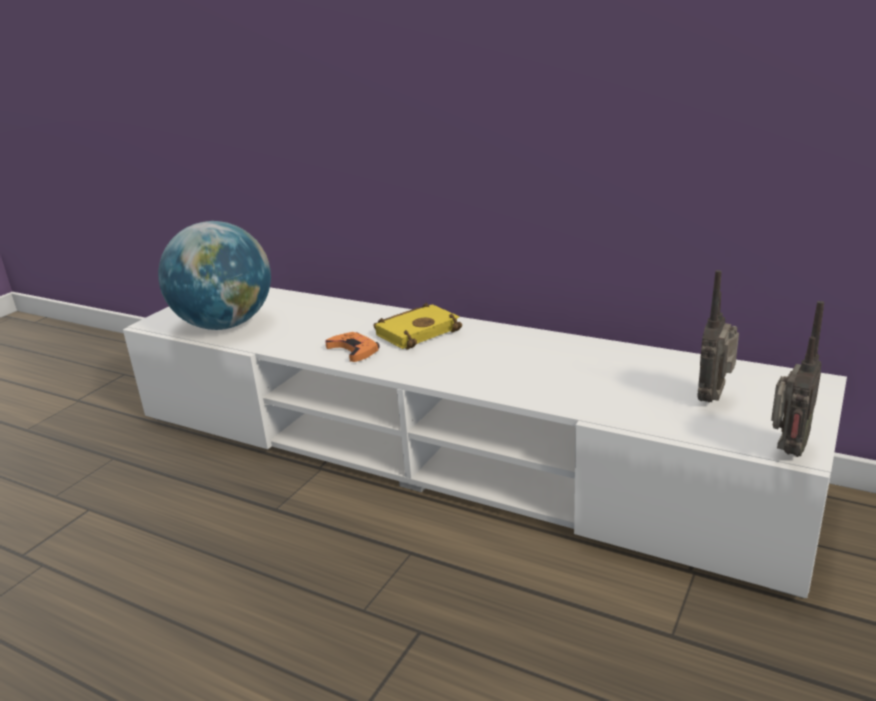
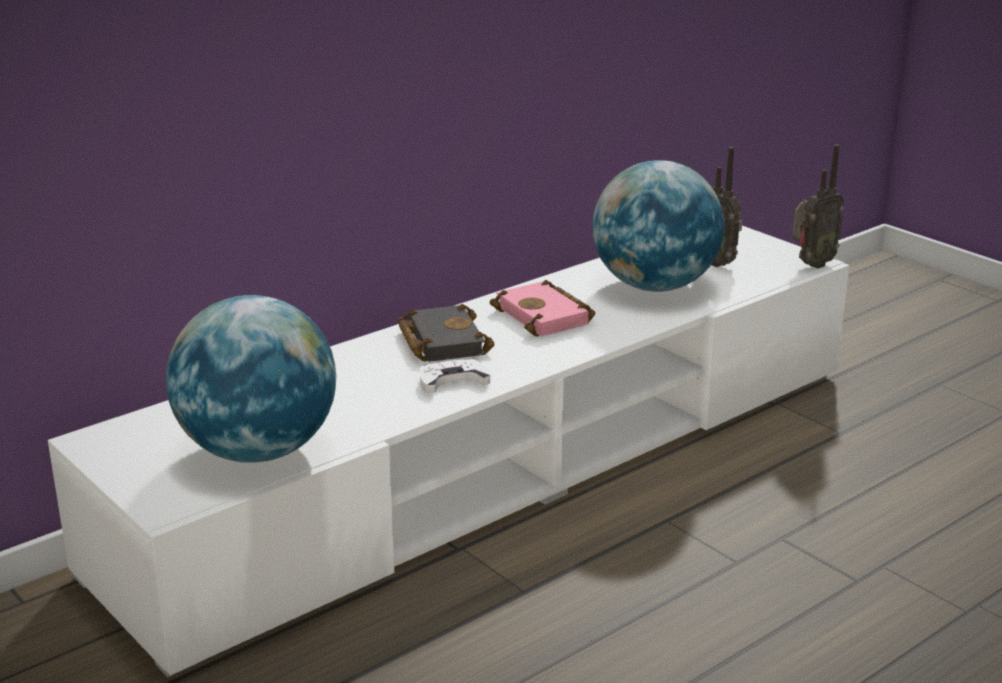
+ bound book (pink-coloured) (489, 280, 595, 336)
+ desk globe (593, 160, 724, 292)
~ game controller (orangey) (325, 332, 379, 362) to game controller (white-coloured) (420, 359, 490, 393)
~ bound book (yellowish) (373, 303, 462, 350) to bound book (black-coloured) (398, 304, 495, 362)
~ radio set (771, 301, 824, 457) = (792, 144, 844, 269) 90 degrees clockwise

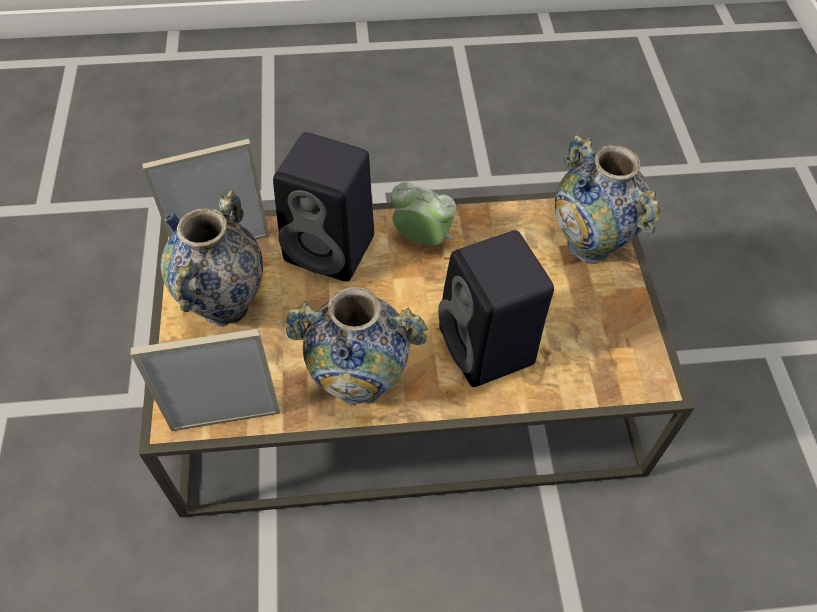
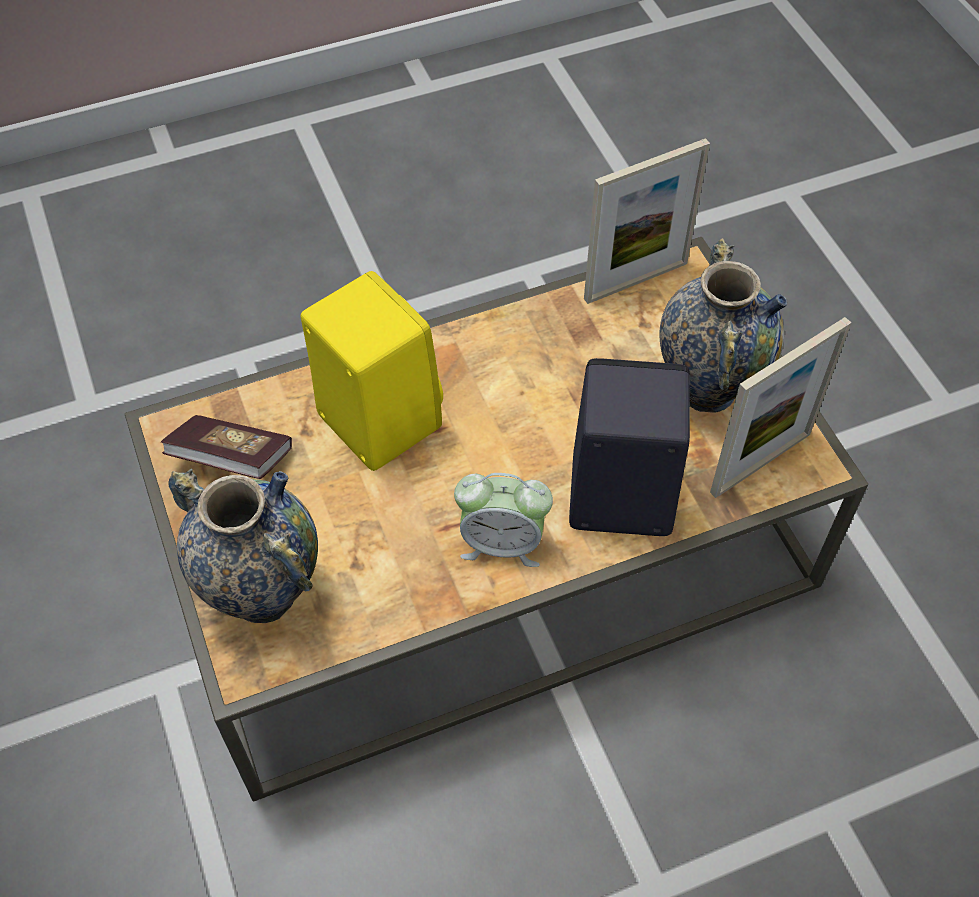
- decorative vase (284, 287, 428, 405)
+ bound book (161, 415, 292, 479)
~ loudspeaker (black-coloured) (438, 230, 554, 387) to loudspeaker (yellowish) (301, 271, 443, 471)

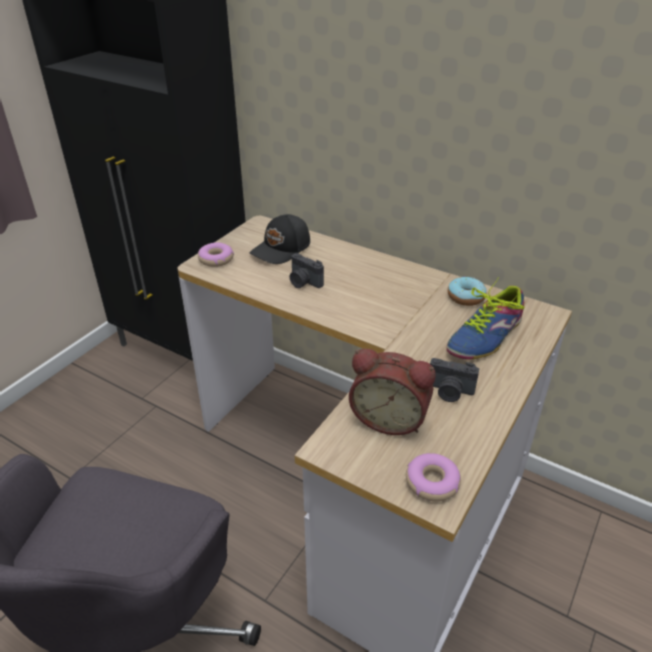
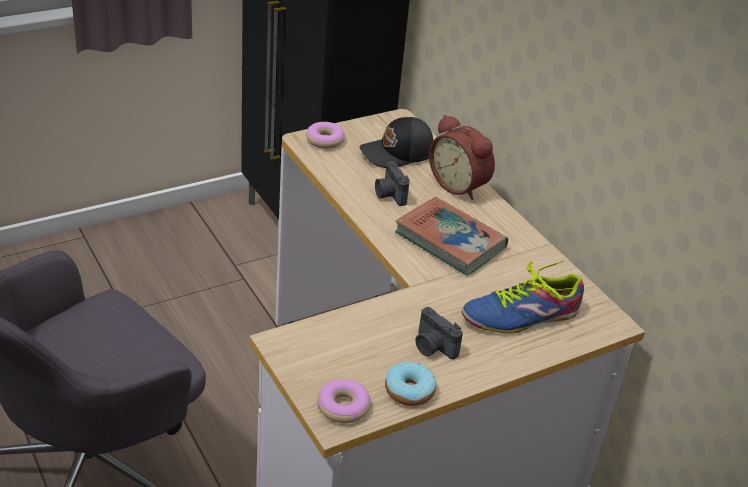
+ bound book (395, 197, 508, 276)
~ table clock (349, 349, 436, 435) to (429, 115, 495, 200)
~ doughnut (448, 276, 487, 306) to (385, 362, 436, 406)

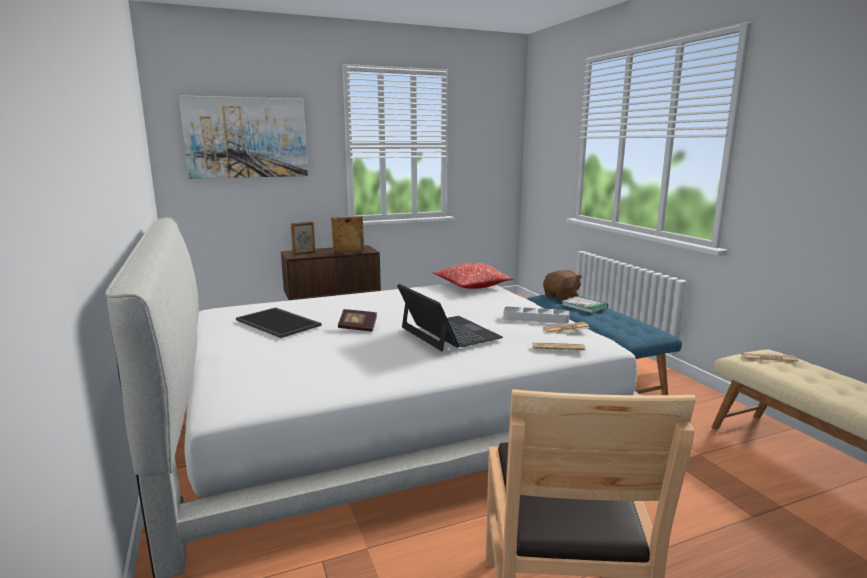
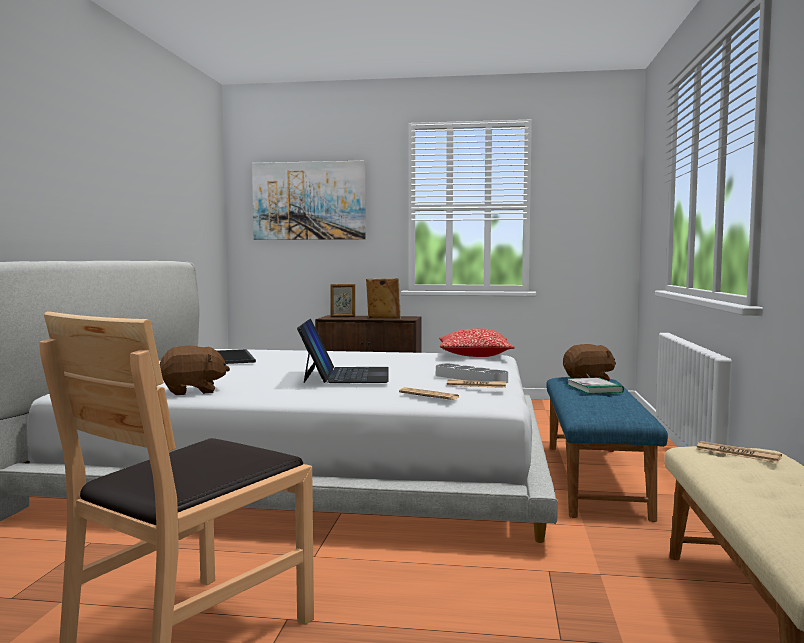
- bound book (338, 309, 377, 332)
+ plush toy (brown-coloured) (160, 345, 230, 395)

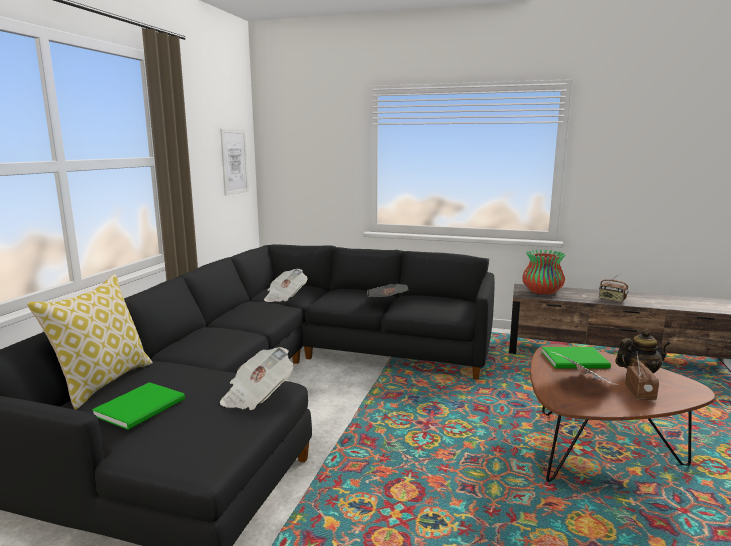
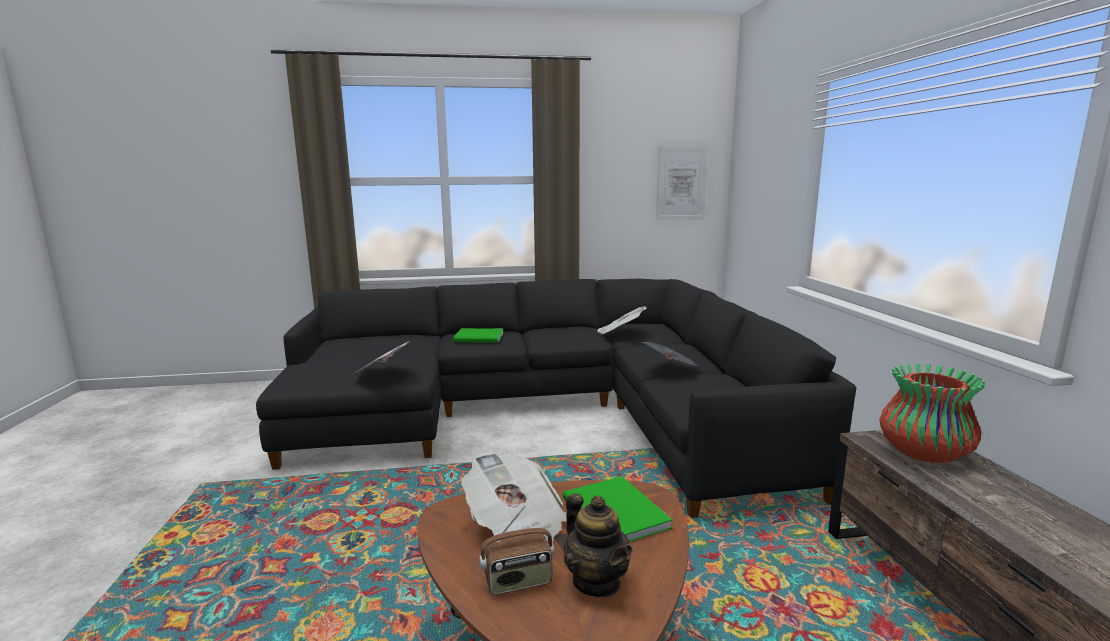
- cushion (27, 274, 153, 410)
- radio set (599, 273, 629, 302)
~ bound book (green-coloured) (92, 382, 185, 430) to (453, 328, 503, 342)

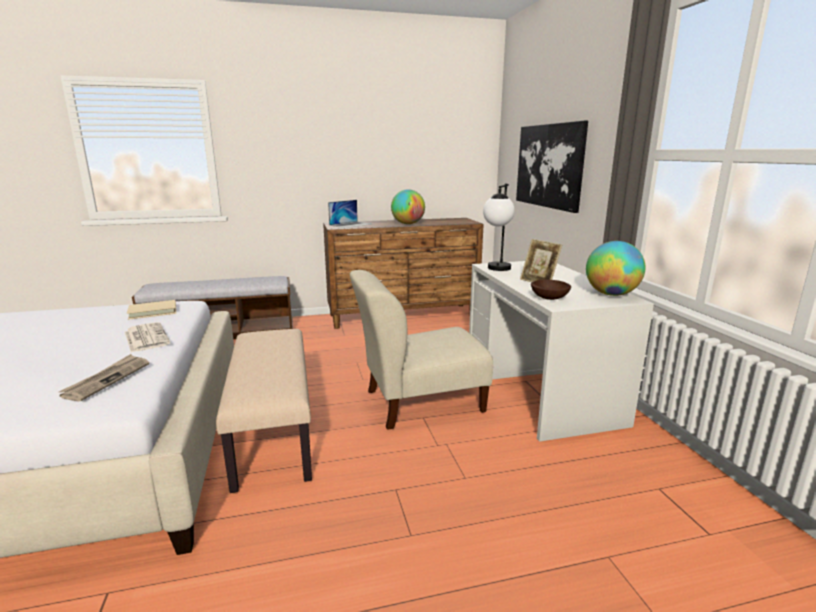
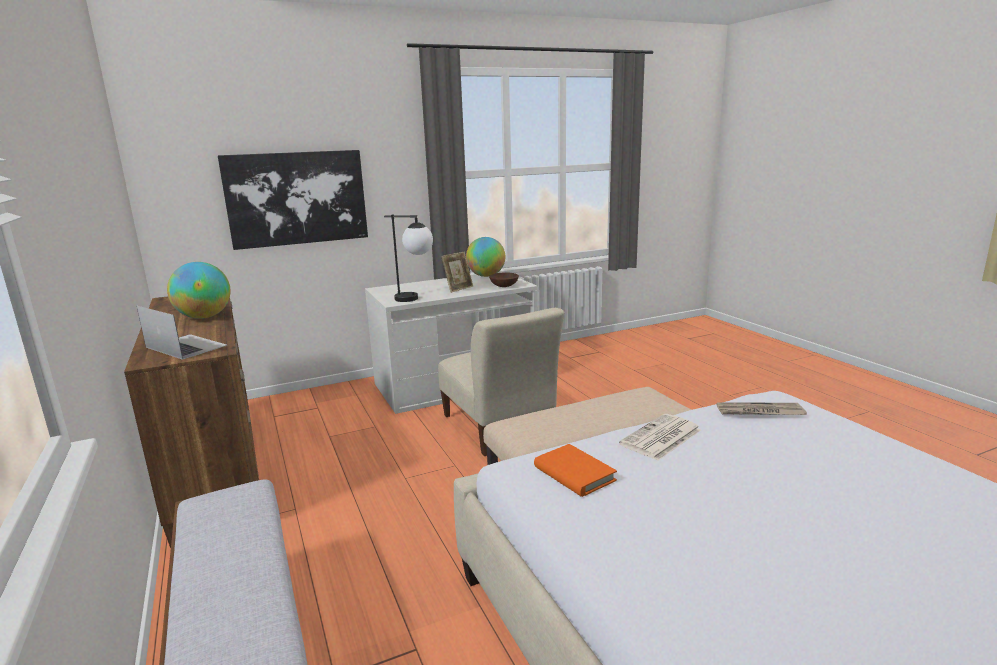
~ bound book (beige) (127, 300, 176, 320) to bound book (orangey) (534, 444, 617, 497)

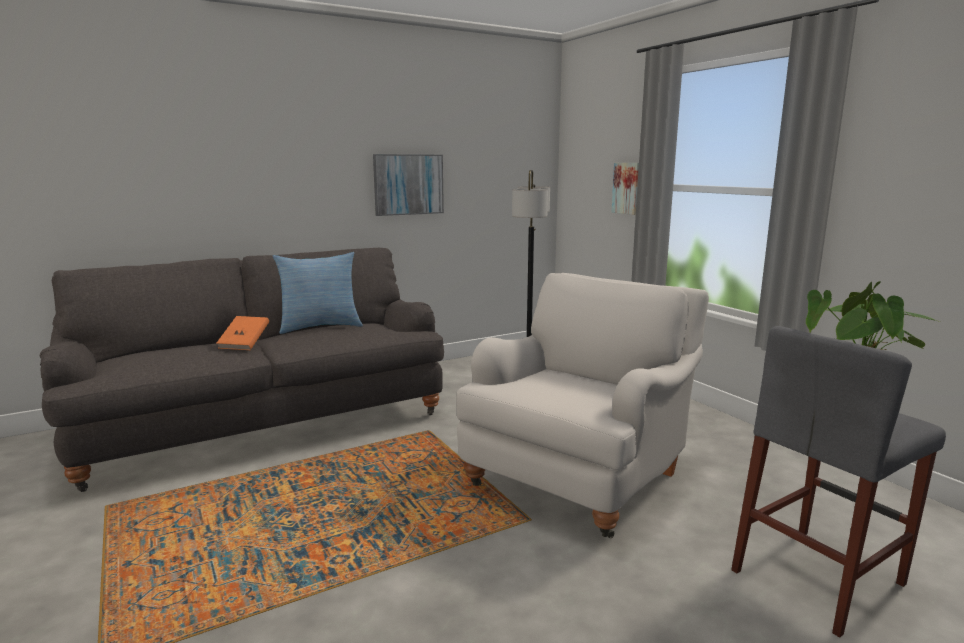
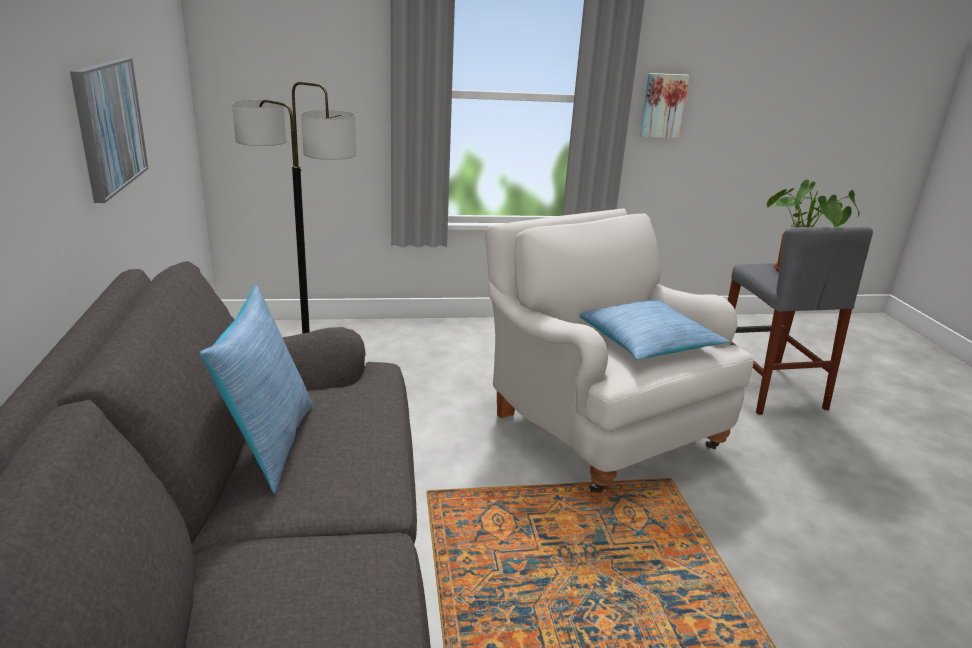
- bound book (orangey) (216, 316, 269, 350)
+ cushion (579, 300, 730, 360)
~ wall picture (612, 163, 639, 215) to (640, 73, 689, 138)

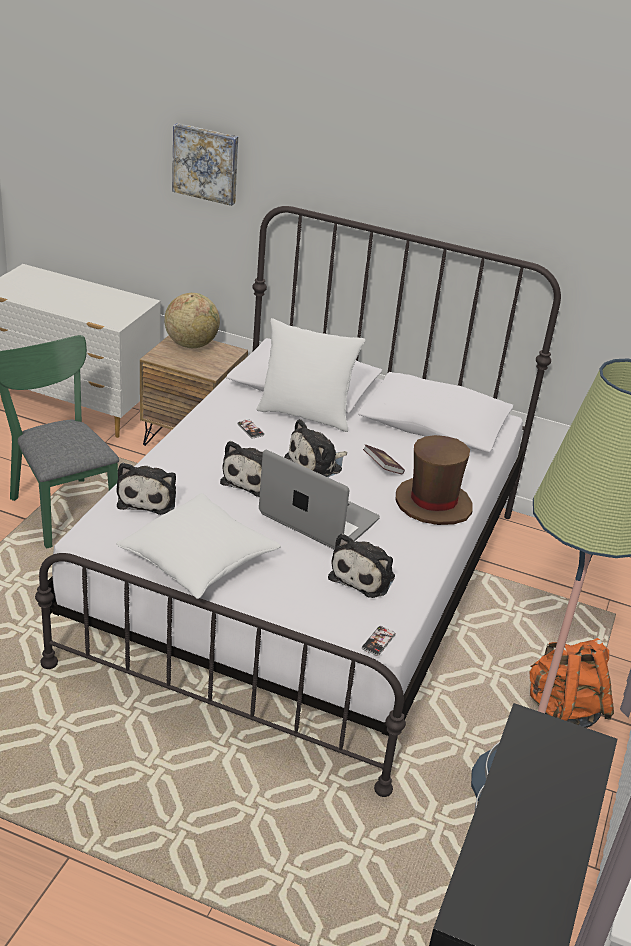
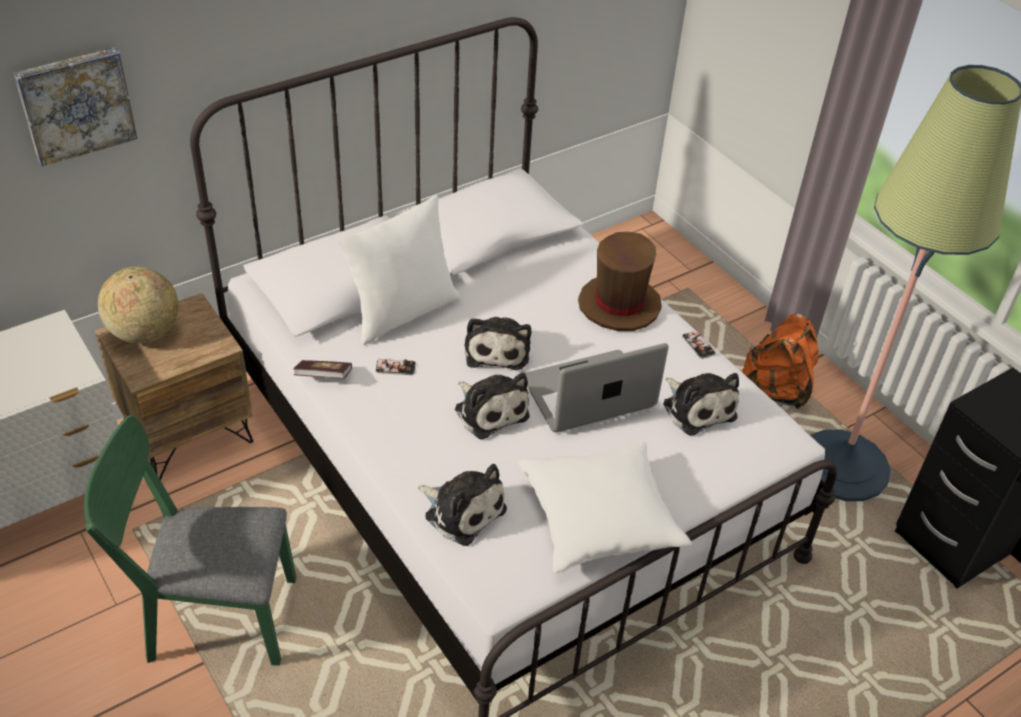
~ telephone (362, 626, 396, 656) to (682, 330, 716, 359)
~ bound book (363, 445, 405, 475) to (293, 360, 352, 379)

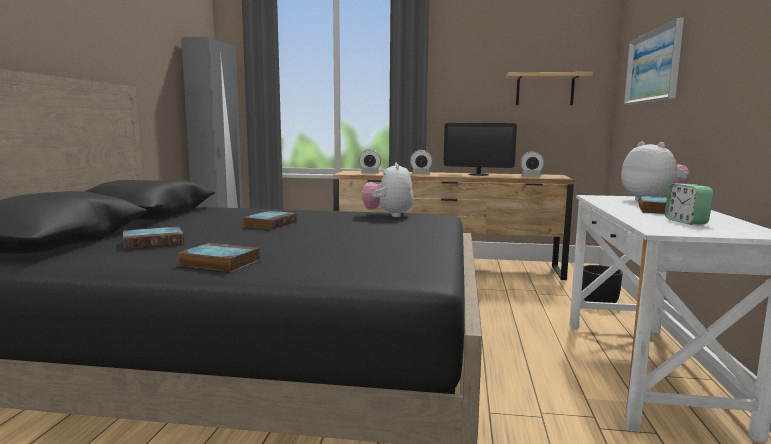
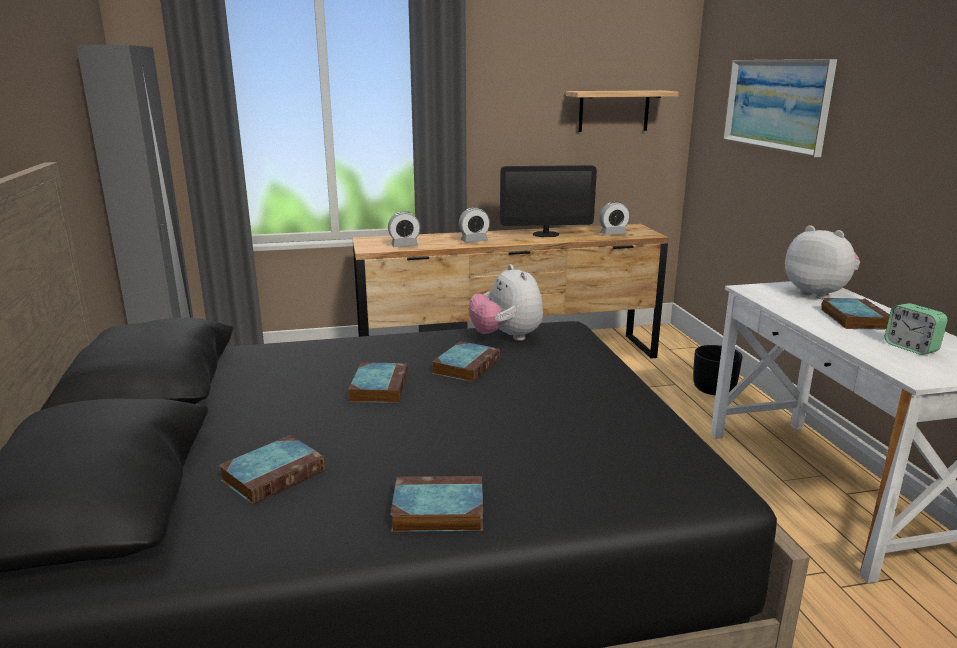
+ bound book (432, 341, 500, 382)

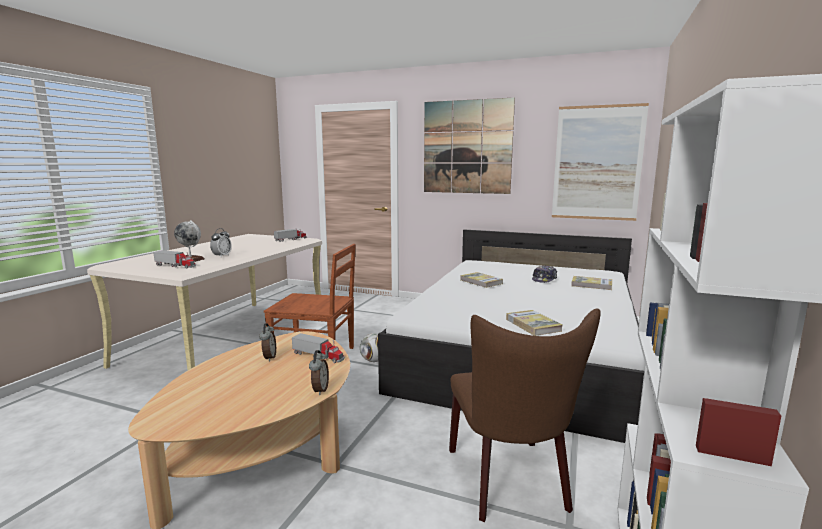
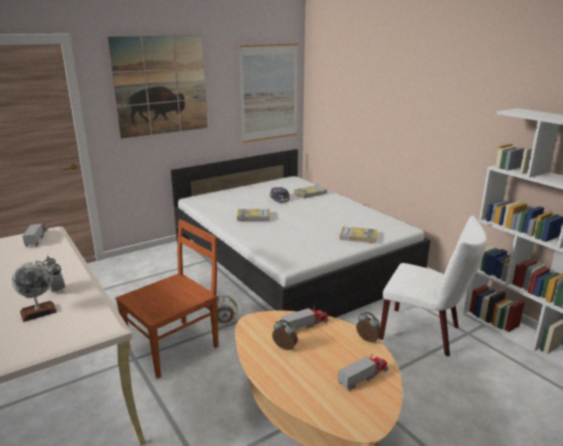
~ toy lorry (153, 250, 196, 268) to (338, 354, 389, 391)
~ plain chair (brown-coloured) (449, 308, 601, 522) to plain chair (white-coloured) (379, 215, 487, 357)

